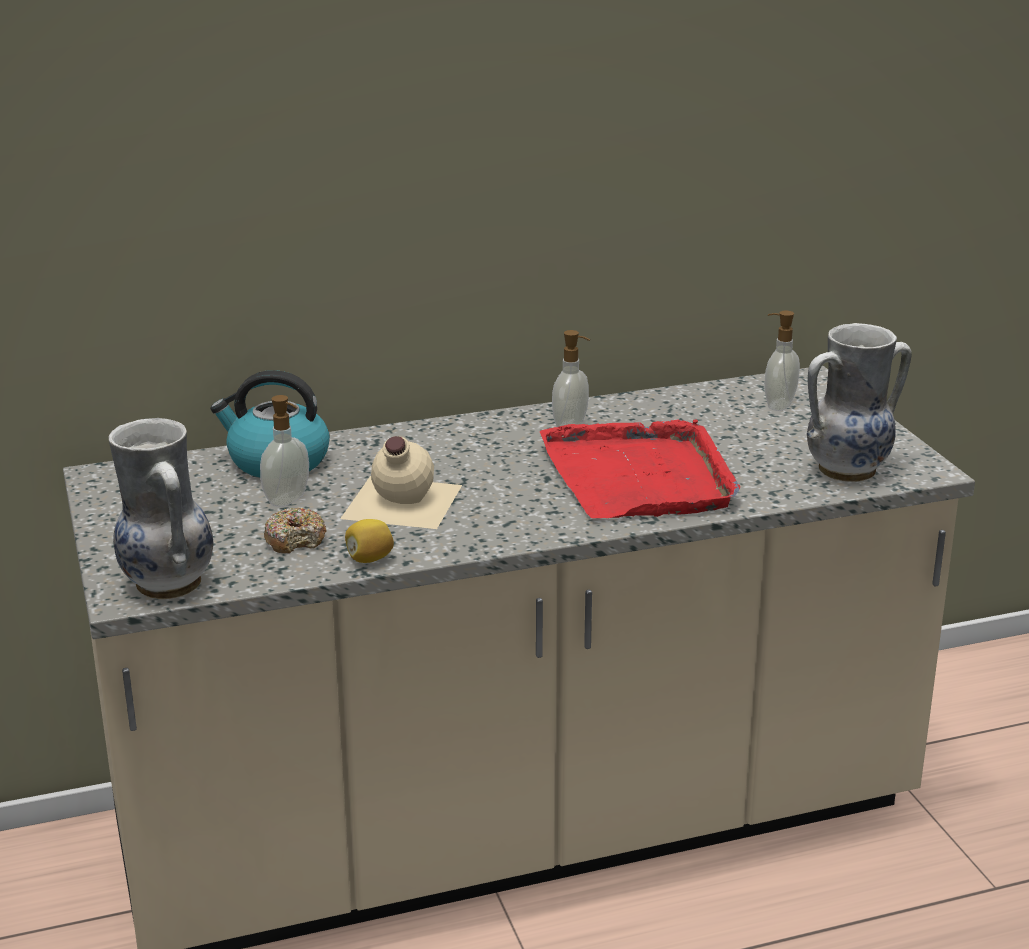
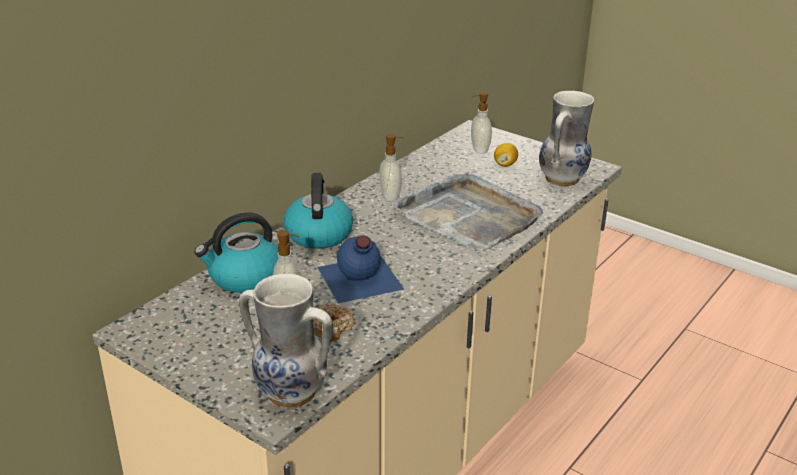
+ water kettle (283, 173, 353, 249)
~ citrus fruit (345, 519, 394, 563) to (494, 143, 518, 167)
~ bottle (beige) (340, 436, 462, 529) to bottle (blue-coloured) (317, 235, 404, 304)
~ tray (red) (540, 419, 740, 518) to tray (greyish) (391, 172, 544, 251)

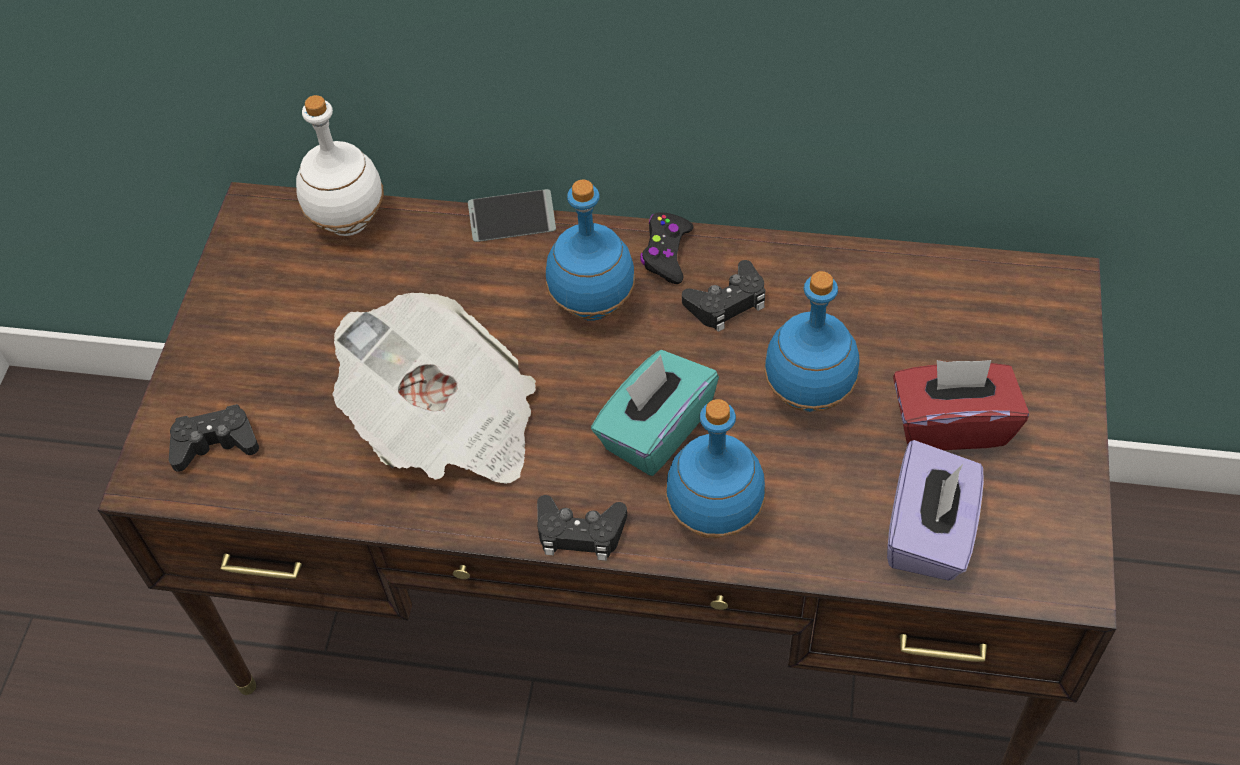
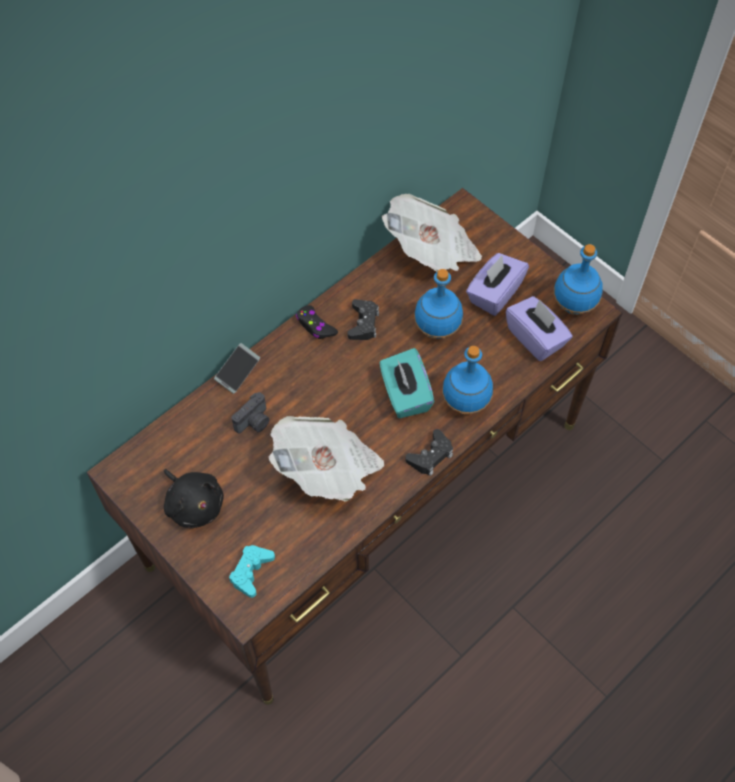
- bottle (white-coloured) (296, 95, 384, 236)
+ plush toy (black-coloured) (164, 469, 224, 529)
+ still camera (232, 392, 270, 434)
+ daily paper (382, 194, 482, 272)
~ bottle (blue-coloured) (546, 180, 635, 321) to (553, 244, 603, 315)
~ game controller (black-coloured) (169, 404, 259, 472) to game controller (blue-green) (229, 545, 275, 598)
~ tissue box (red) (893, 360, 1029, 450) to tissue box (purplish) (466, 253, 529, 316)

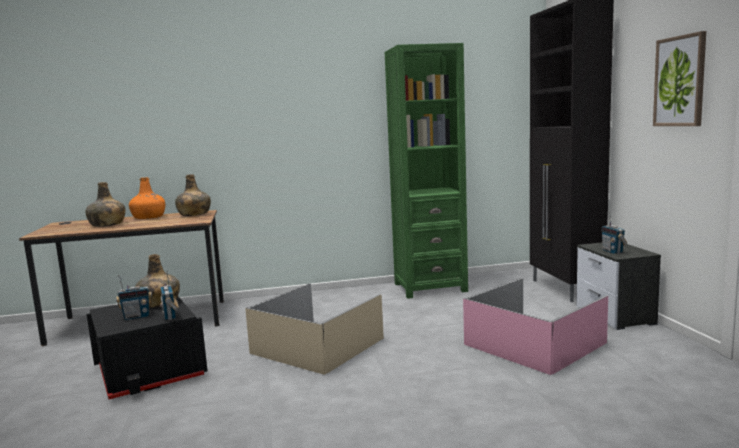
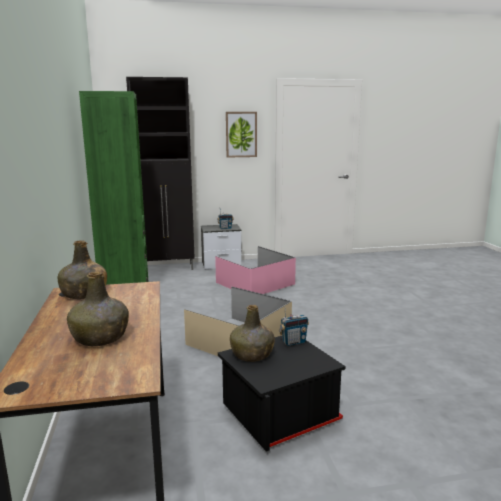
- radio set (116, 275, 152, 320)
- bottle (orangey) (129, 177, 165, 219)

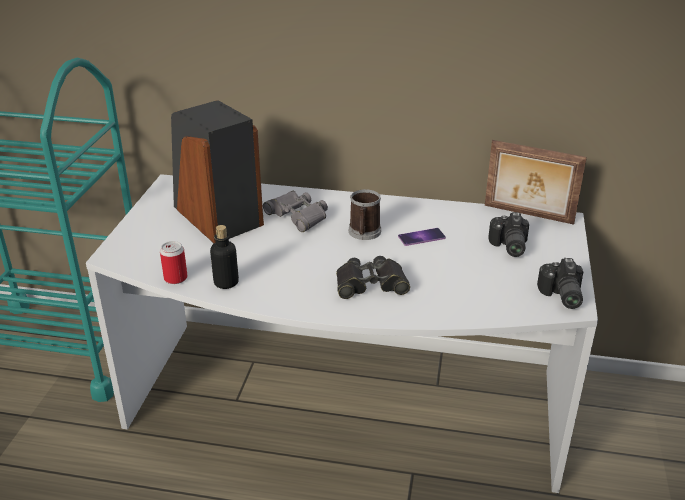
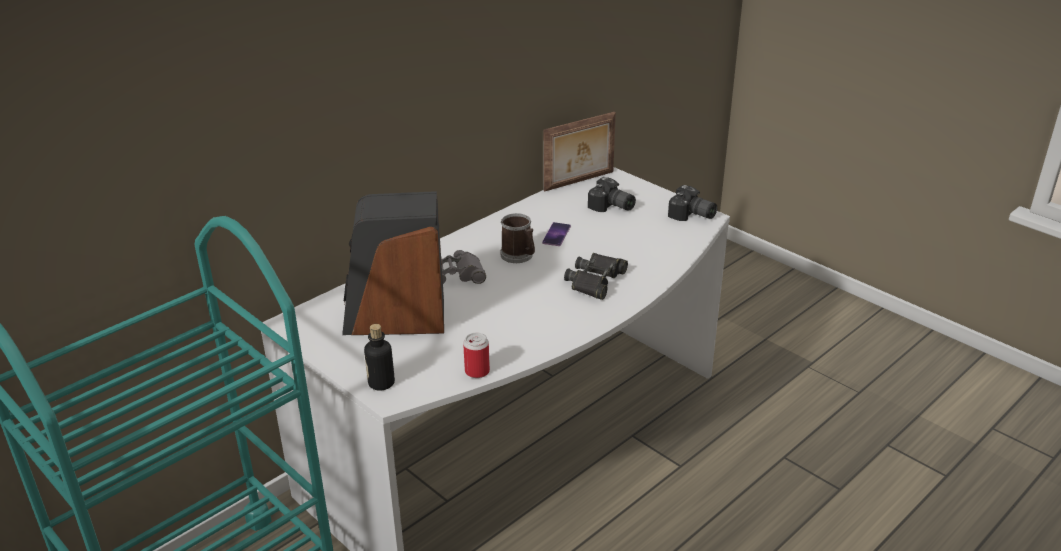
~ bottle (210, 225, 239, 289) to (364, 324, 395, 391)

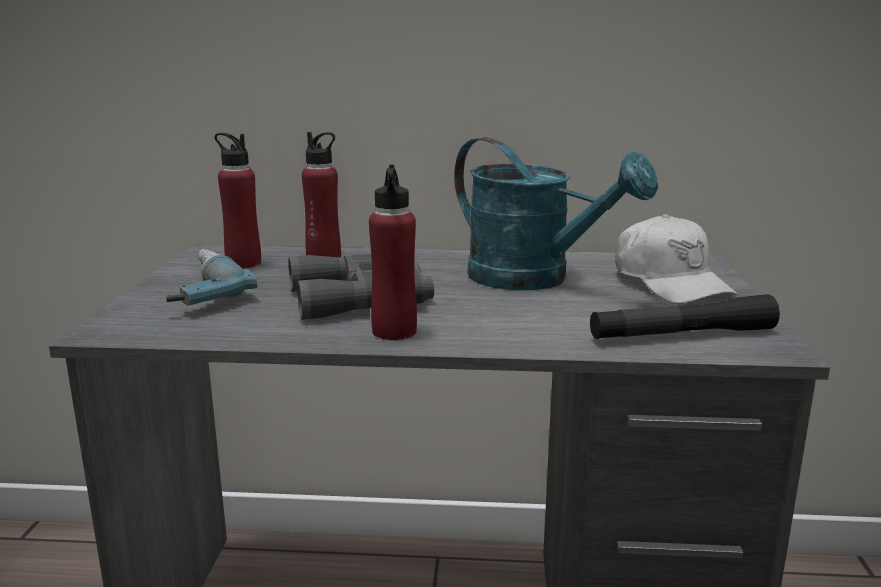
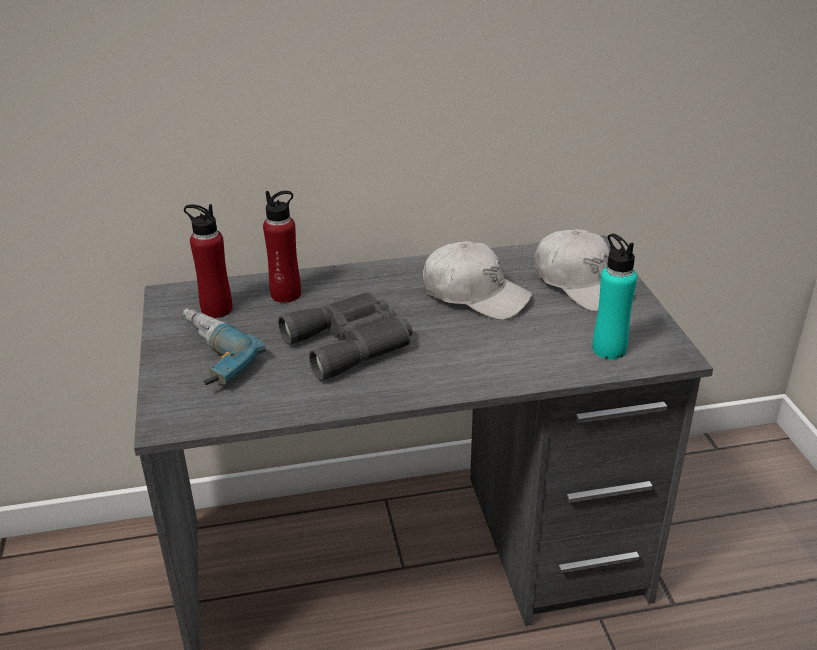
- bottle (red) (369, 164, 417, 340)
~ sprinkling can (blue-green) (454, 137, 658, 290) to baseball cap (white-coloured) (423, 241, 532, 320)
~ flashlight (black-coloured) (590, 294, 780, 339) to bottle (blue-green) (593, 233, 637, 359)

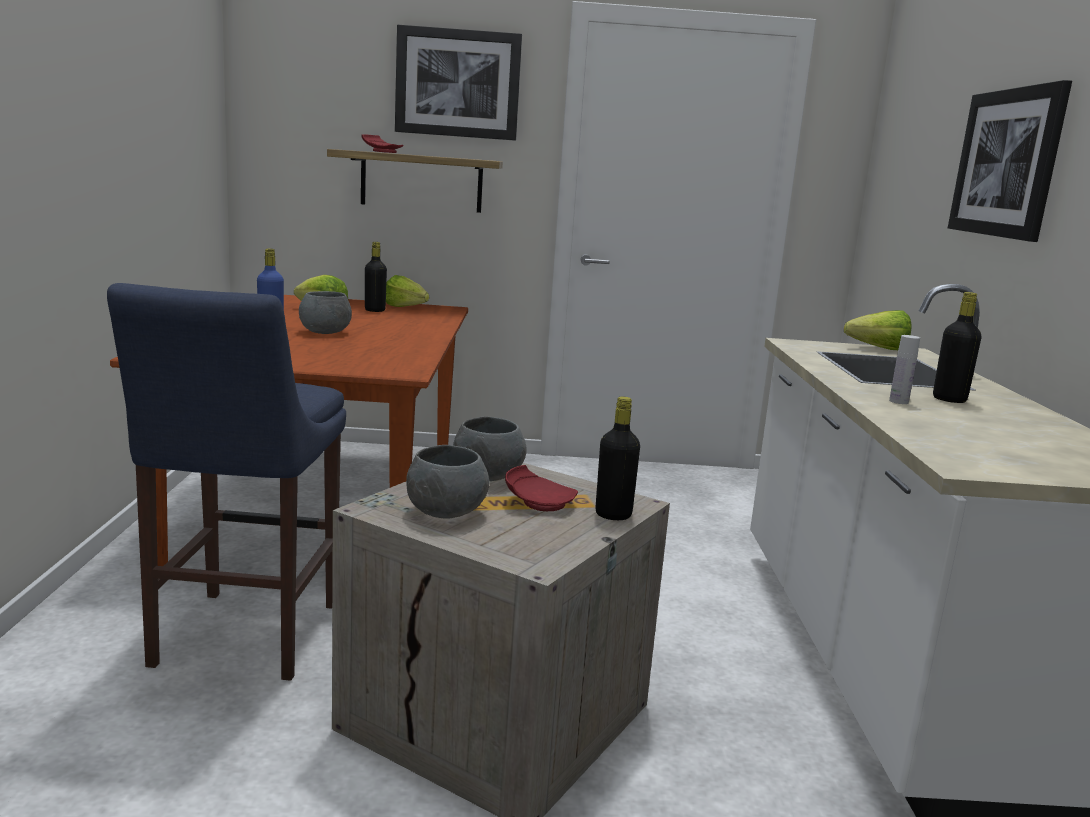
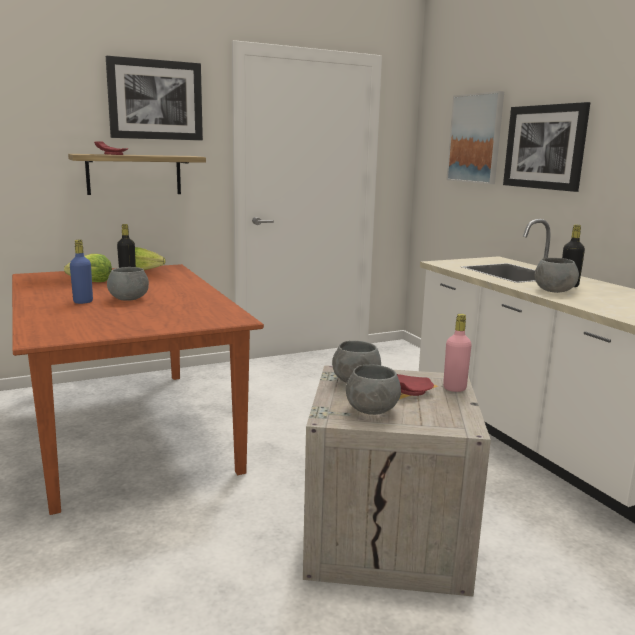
- sitting stool (blue-coloured) (107, 283, 346, 681)
- lettuce (844, 310, 912, 350)
+ wall picture (446, 91, 504, 184)
~ bottle (white-coloured) (889, 335, 920, 404) to serving bowl (greyish) (535, 258, 579, 293)
~ bottle (black-coloured) (595, 397, 640, 520) to bottle (pink-coloured) (443, 314, 472, 392)

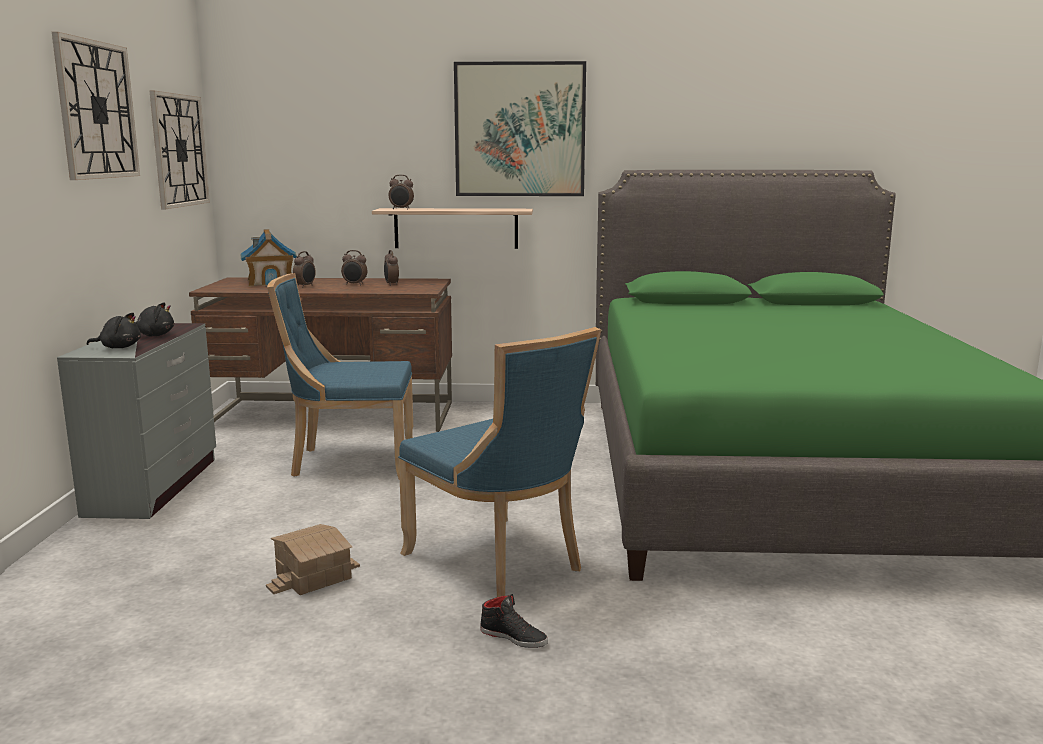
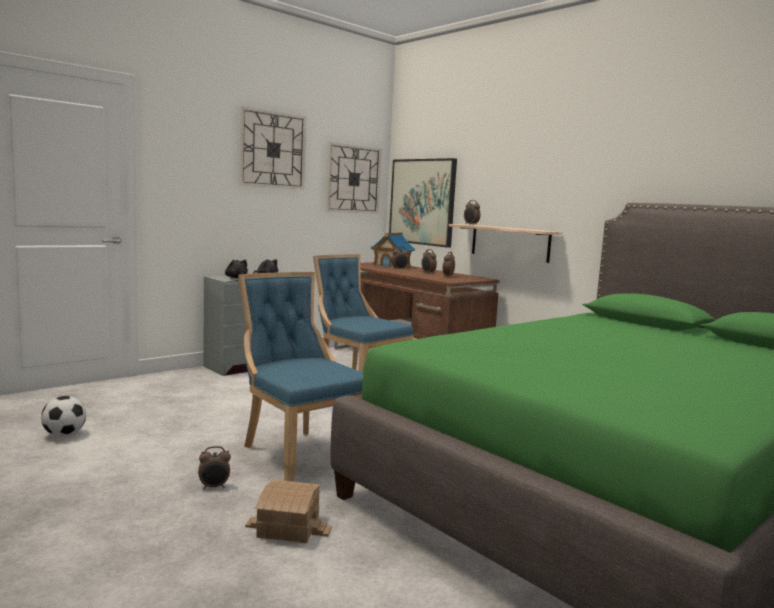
+ football ball (41, 396, 86, 437)
~ model house (266, 524, 360, 595) to (245, 480, 332, 543)
~ wall picture (454, 61, 586, 196) to (389, 158, 457, 248)
~ shoe (black-coloured) (480, 594, 548, 648) to table clock (198, 446, 231, 489)
~ plain chair (blue-coloured) (398, 327, 601, 597) = (238, 272, 363, 482) 135 degrees clockwise

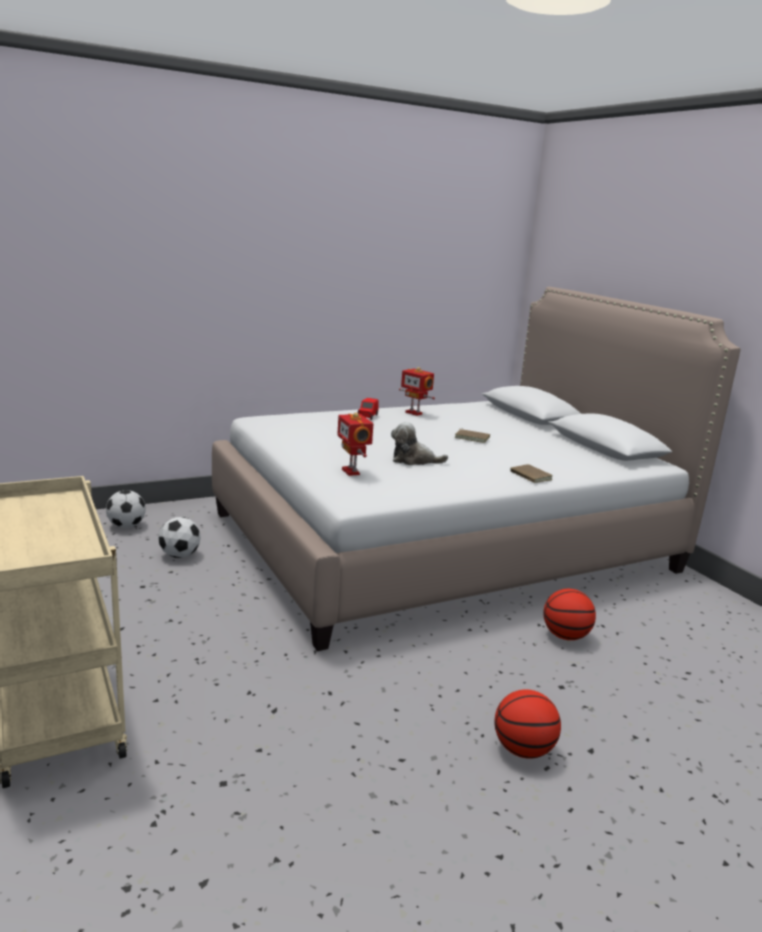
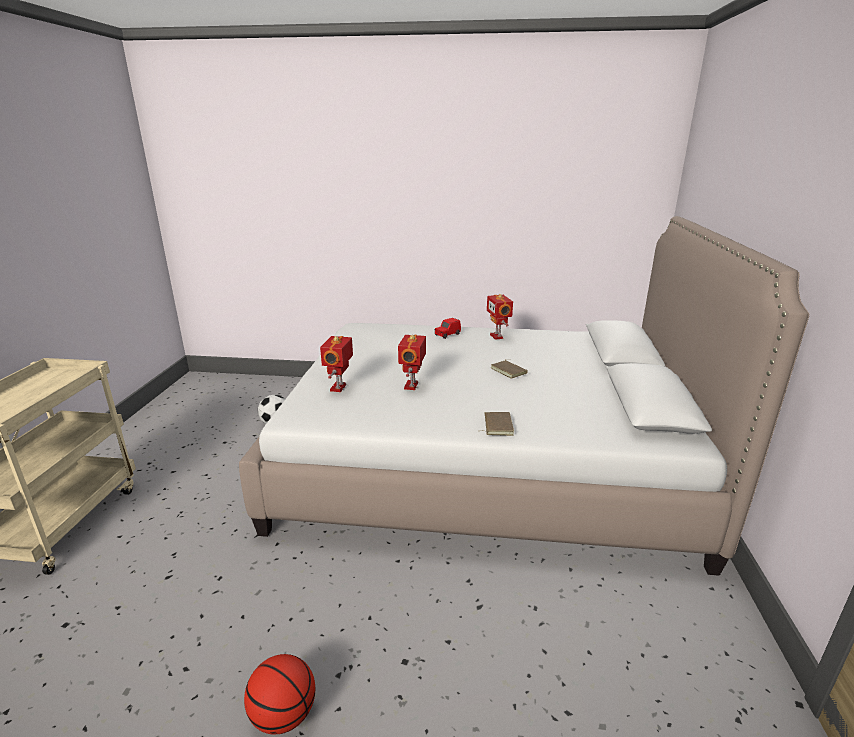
- football ball (106, 490, 146, 528)
- ball for basketball (543, 589, 596, 640)
~ plush toy (391, 422, 448, 465) to robot figure (398, 335, 426, 390)

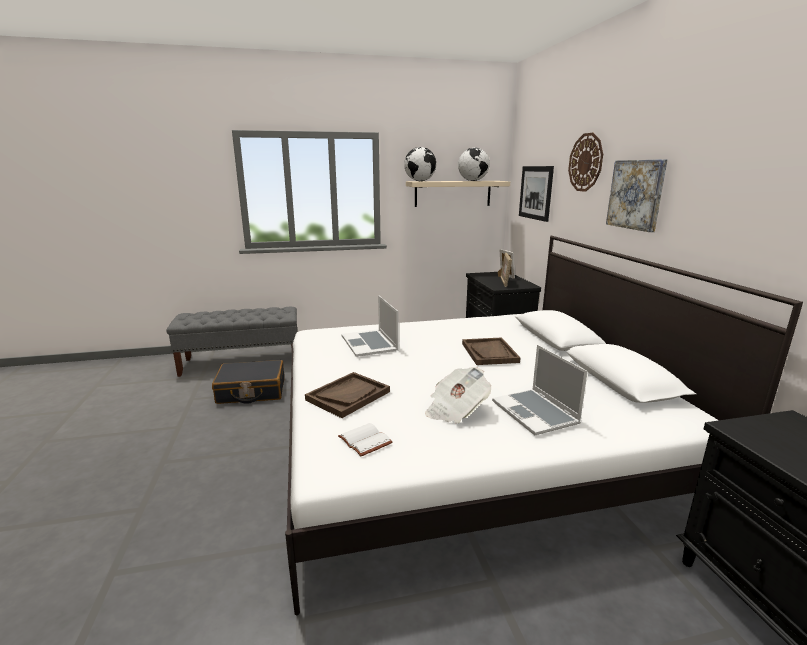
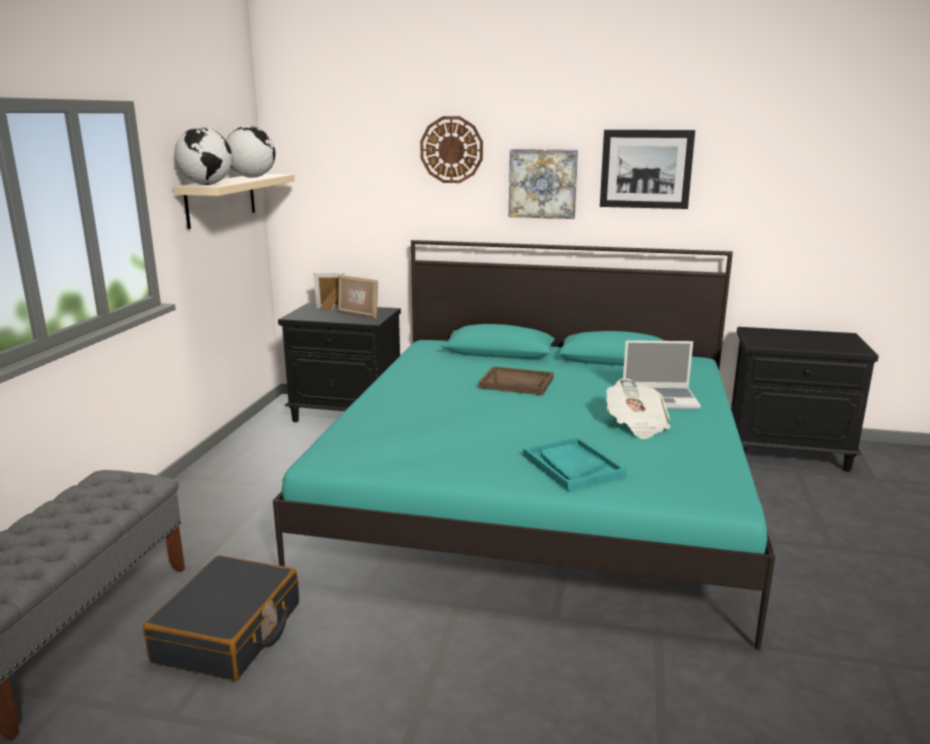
- bound book (white-coloured) (338, 423, 393, 457)
- laptop (341, 295, 399, 357)
~ wall picture (519, 166, 554, 222) to (600, 130, 695, 209)
~ sleeping bed (white-coloured) (285, 235, 803, 615) to sleeping bed (blue-green) (273, 240, 775, 650)
~ tray (brown-coloured) (305, 372, 390, 418) to tray (blue-green) (523, 437, 627, 491)

